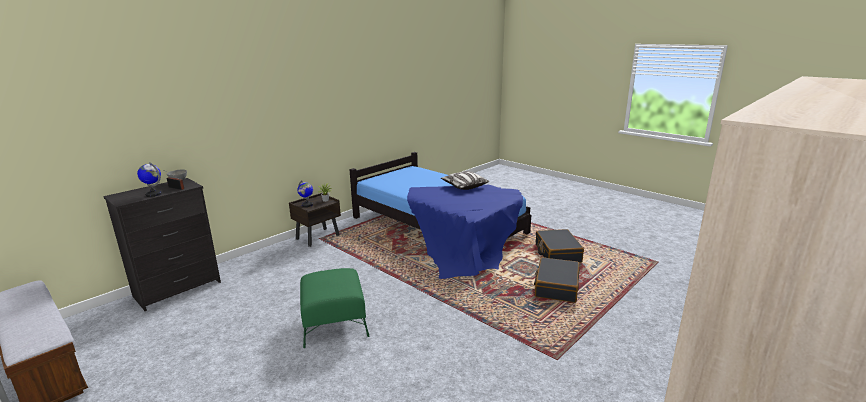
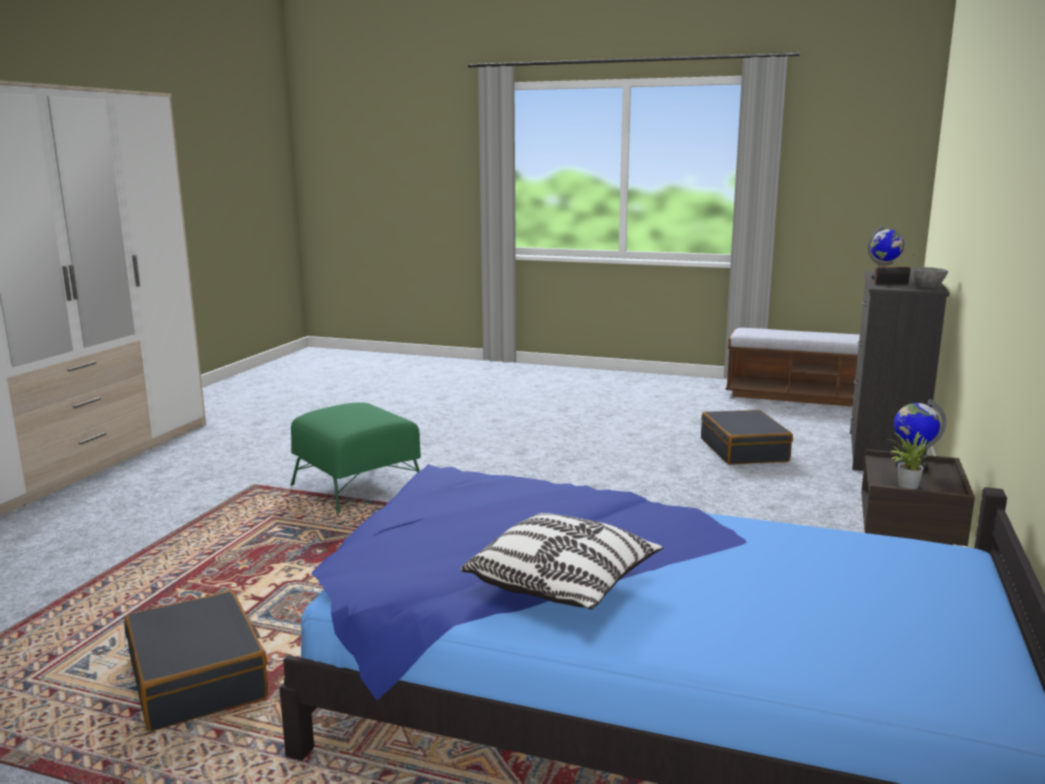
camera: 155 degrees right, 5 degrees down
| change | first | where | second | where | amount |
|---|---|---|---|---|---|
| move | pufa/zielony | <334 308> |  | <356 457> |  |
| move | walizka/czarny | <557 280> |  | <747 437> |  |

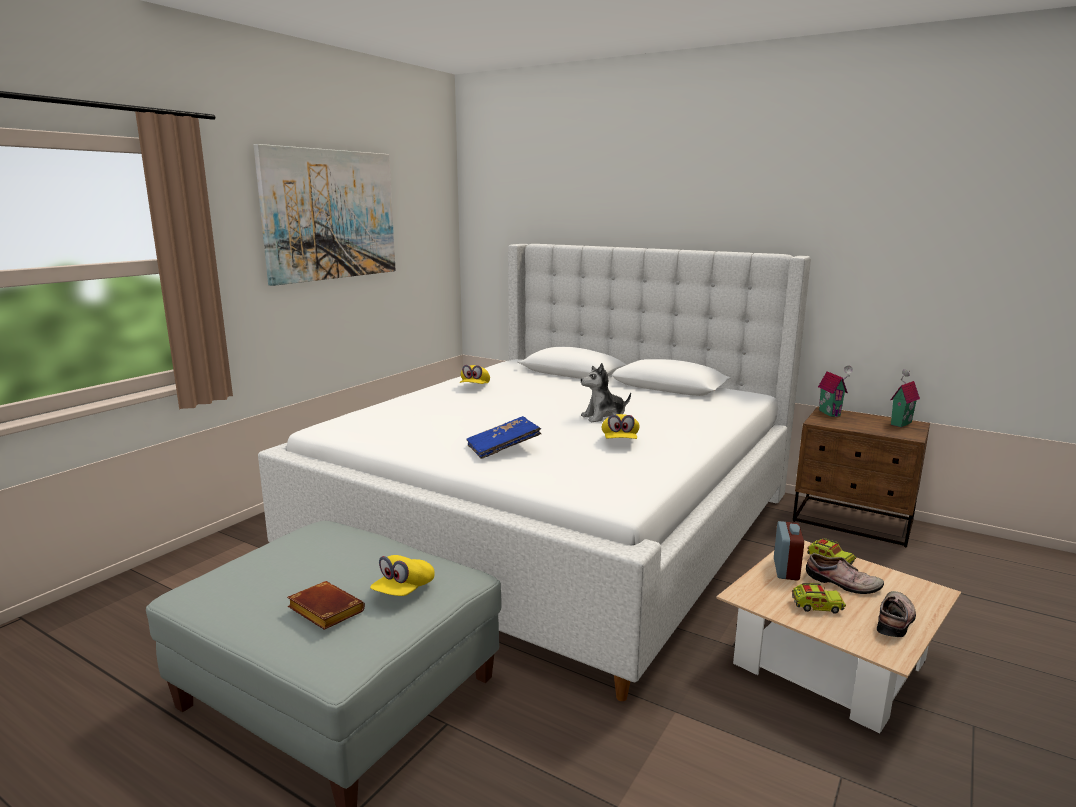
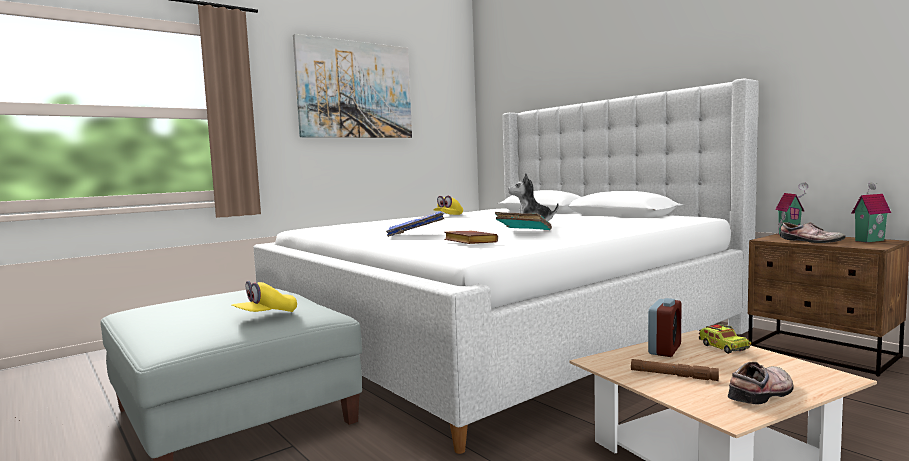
camera: 20 degrees right, 10 degrees down
| change | first | where | second | where | amount |
|---|---|---|---|---|---|
| move | książka/brązowy | <326 605> |  | <471 237> |  |
| replace | czapka z daszkiem/żółty | <620 426> | książka/turkusowy | <523 221> |  |
| replace | ciężarówka zabawkowa | <819 598> | latarka/brązowy | <675 370> |  |
| move | but | <845 573> |  | <813 232> |  |

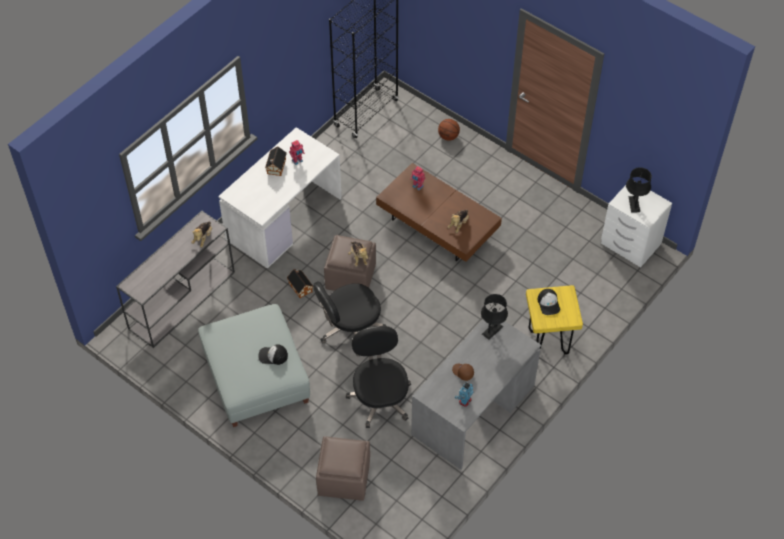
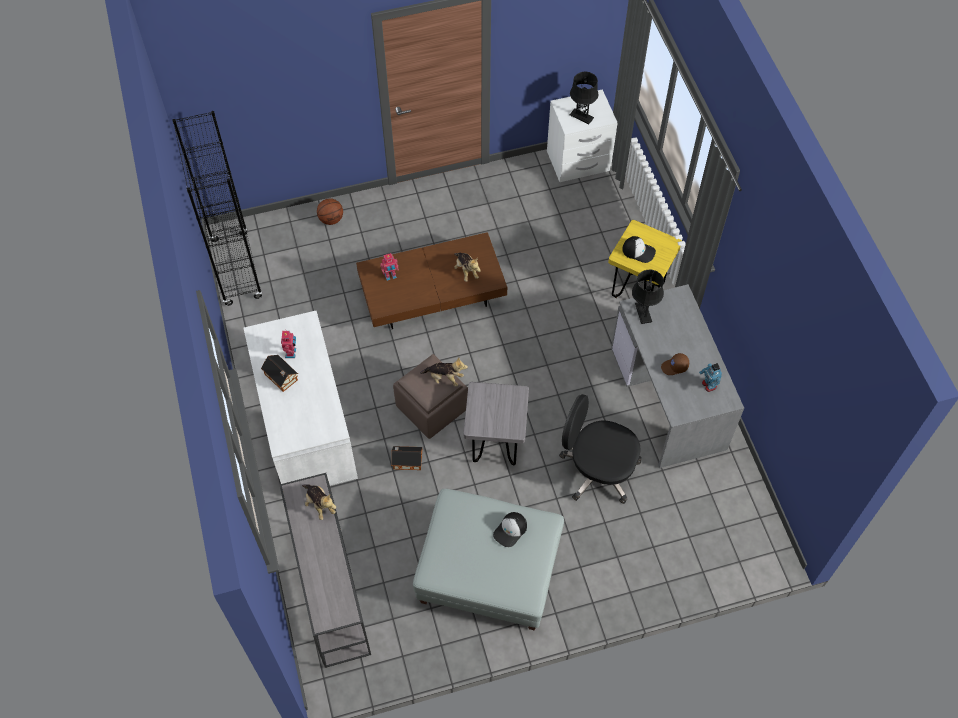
camera: 55 degrees left, 5 degrees up
| change | first | where | second | where | amount |
|---|---|---|---|---|---|
| replace | krzesło biurowe/czarny | <349 318> | stołek/szary | <496 423> |  |
| delete | pufa/brązowy | <343 468> |  |  |  |

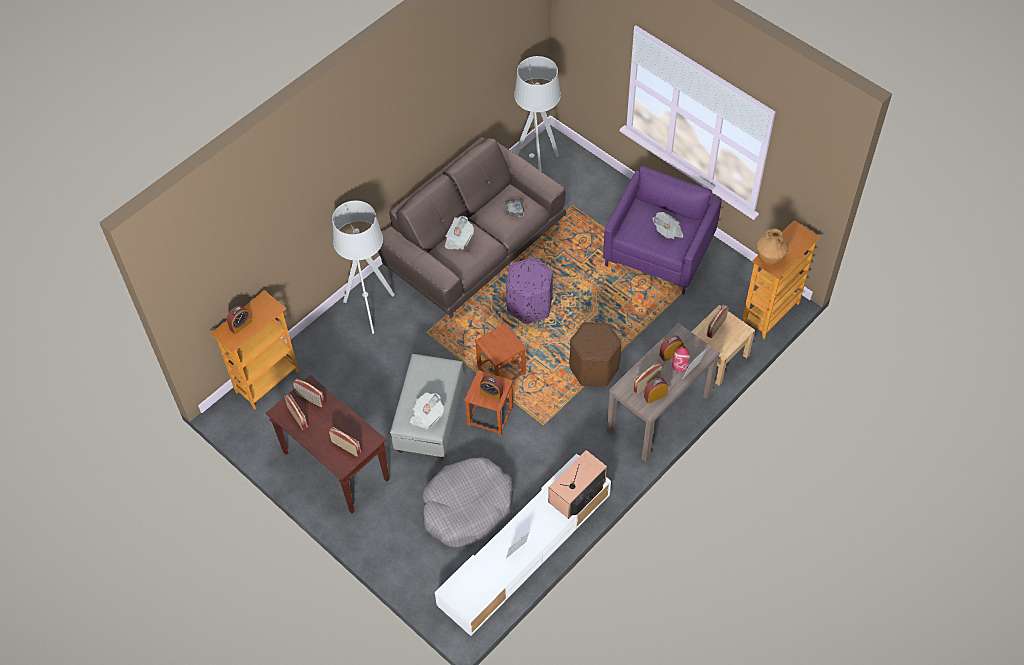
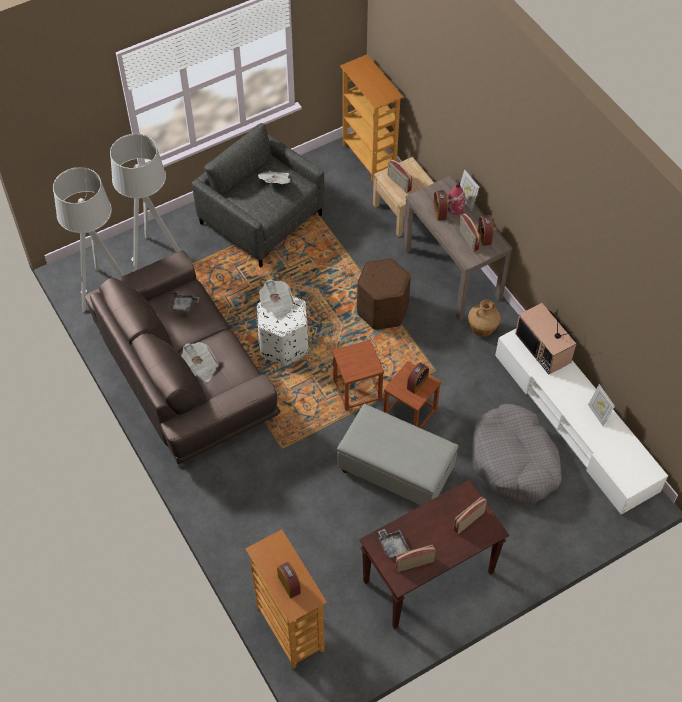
camera: 75 degrees left, 0 degrees up
| change | first | where | second | where | amount |
|---|---|---|---|---|---|
| replace | radio | <309 393> | taca/szary | <394 544> |  |
| move | lampa stojąca/szary | <363 267> |  | <145 203> |  |
| move | gazeta | <427 411> |  | <277 299> |  |
| recolor | pufa/fioletowy | <529 290> | pufa/biały | <282 331> |  |
| recolor | fotel/fioletowy | <662 230> | fotel/szary | <258 195> |  |
| move | wazon/brązowy | <773 247> |  | <484 318> |  |

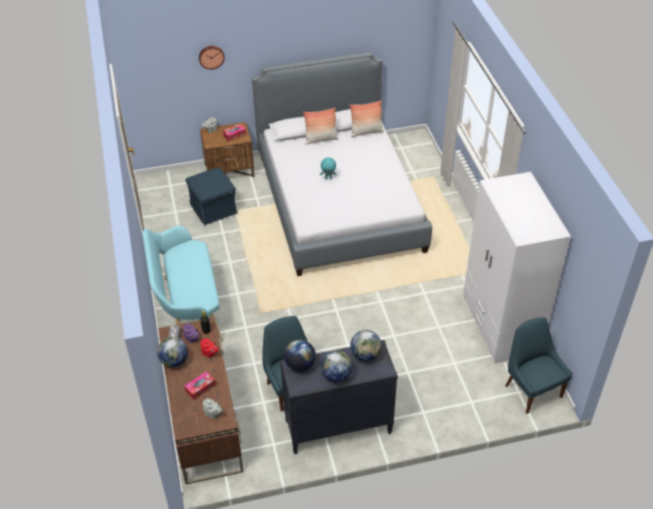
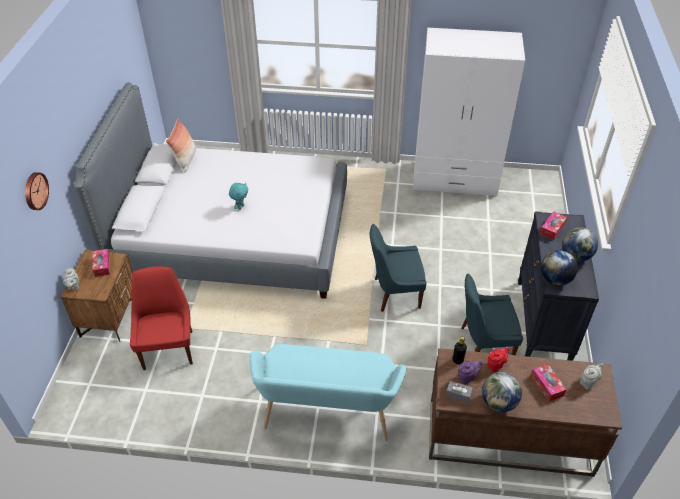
camera: 70 degrees left, 0 degrees up
| change | first | where | second | where | amount |
|---|---|---|---|---|---|
| replace | pufa/niebieski | <211 196> | krzesło/czerwony | <161 318> |  |
| delete | poduszka | <321 126> |  |  |  |
| replace | globus | <365 345> | pudełko chusteczek | <553 225> |  |
| move | krzesło/niebieski | <539 365> |  | <398 268> |  |

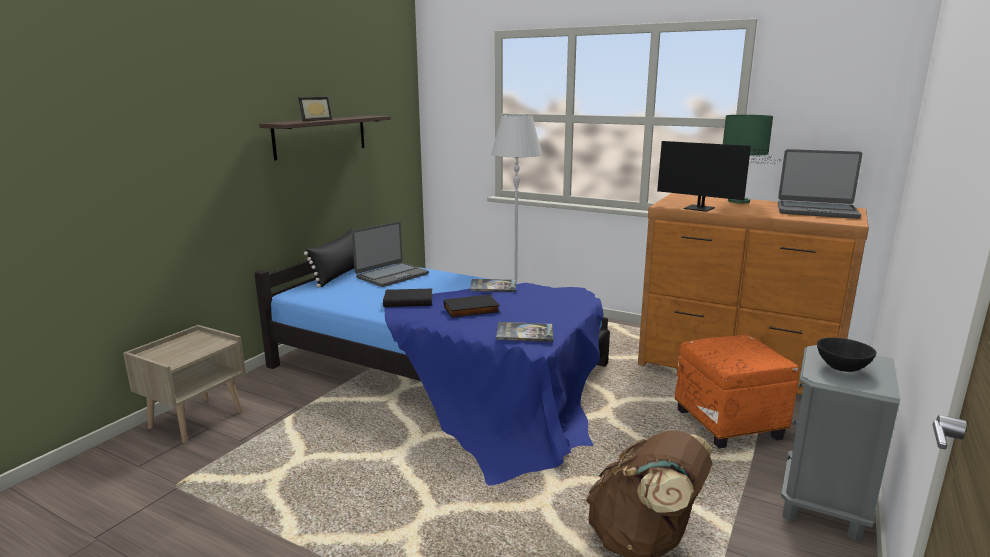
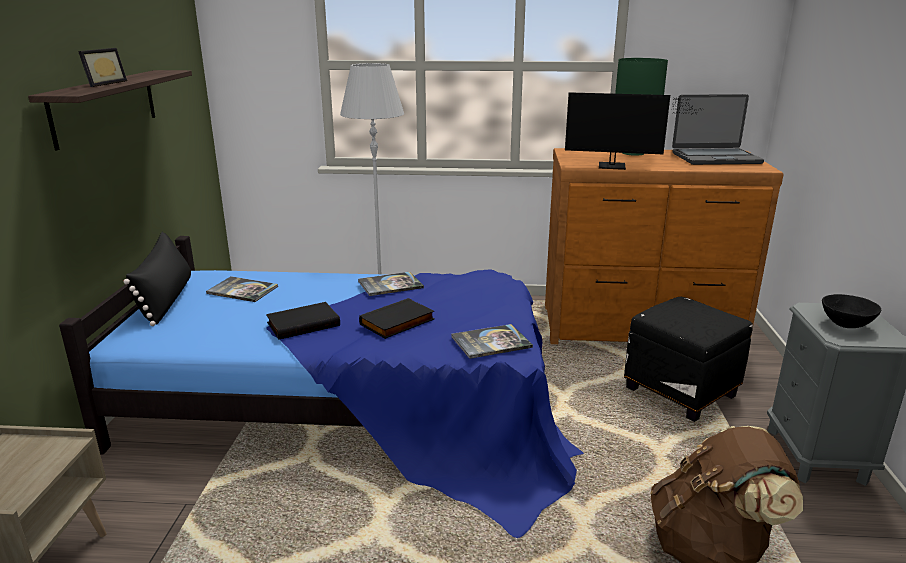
camera: 25 degrees left, 5 degrees up
| change | first | where | second | where | amount |
|---|---|---|---|---|---|
| replace | laptop | <390 254> | książka | <242 289> |  |
| recolor | pufa/pomarańczowy | <737 392> | pufa/czarny | <688 359> |  |

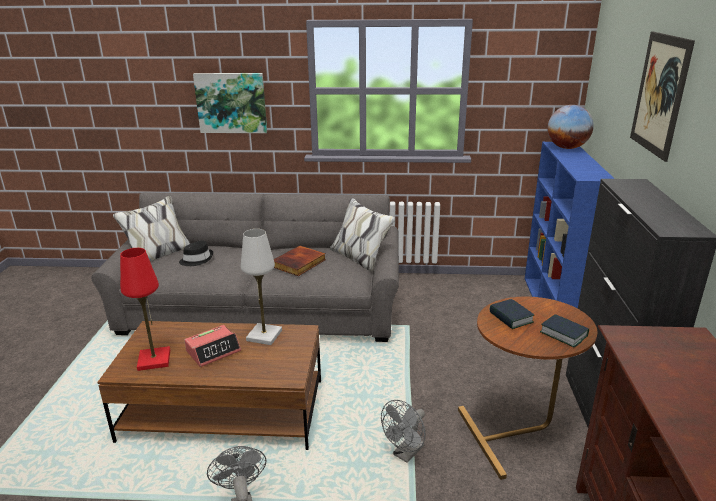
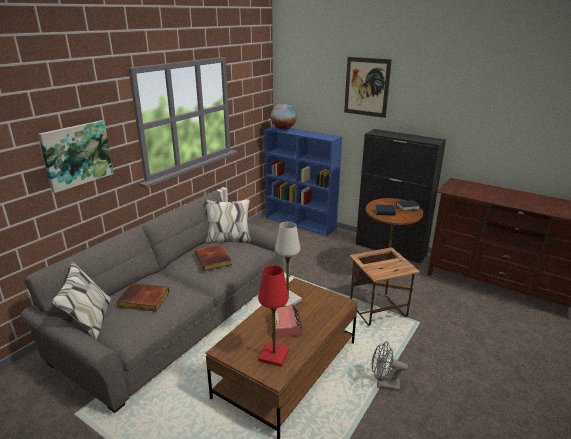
camera: 60 degrees left, 0 degrees up
| change | first | where | second | where | amount |
|---|---|---|---|---|---|
| replace | kapelusz/czarny | <196 253> | książka | <142 297> |  |
| replace | wentylator/szary | <403 431> | stolik | <385 286> |  |

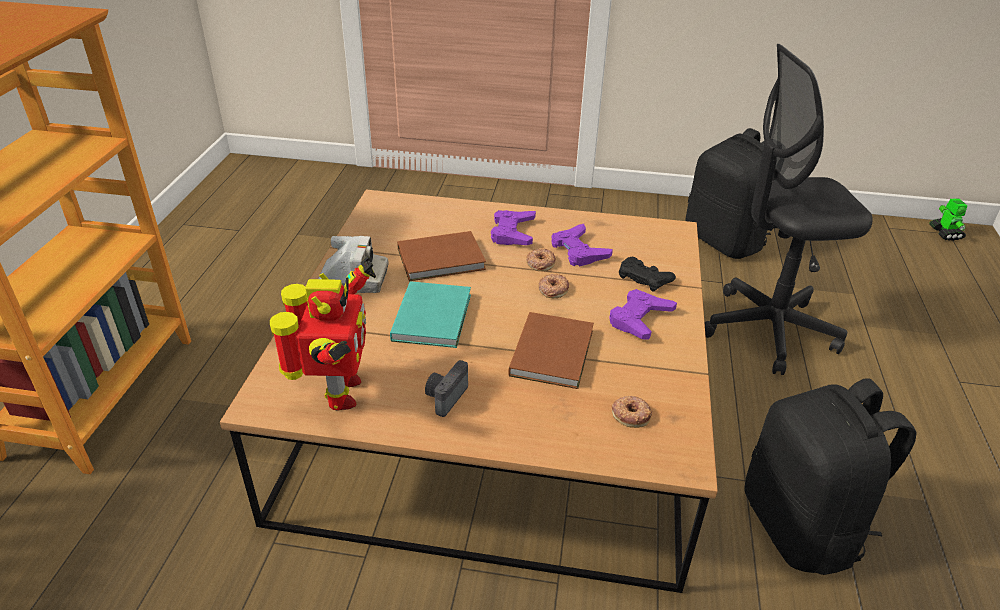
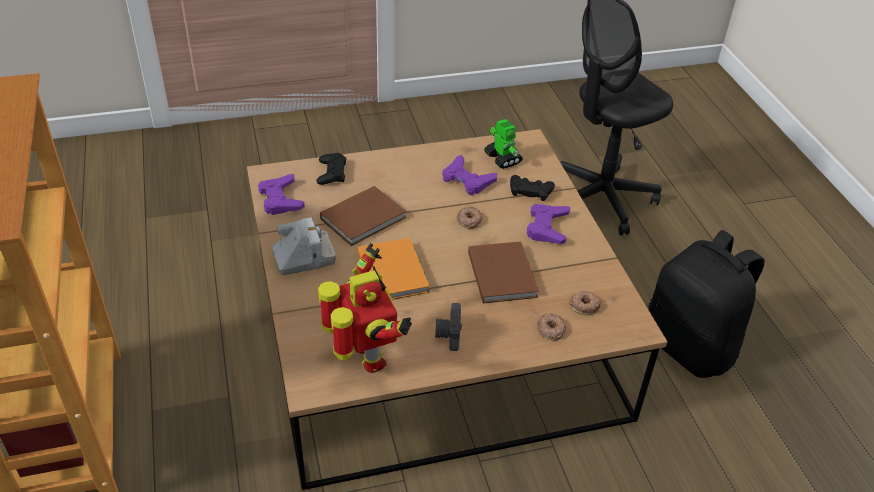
camera: 25 degrees left, 5 degrees up
| change | first | where | second | where | amount |
|---|---|---|---|---|---|
| recolor | książka/turkusowy | <430 314> | książka/pomarańczowy | <393 269> |  |
| move | pad do gier/fioletowy | <513 227> |  | <281 194> |  |
| move | donut | <541 259> |  | <551 327> |  |
| delete | plecak/czarny | <730 193> |  |  |  |
| move | robot zabawkowy | <948 219> |  | <503 144> |  |
| insert |  |  | pad do gier/czarny | <331 169> |  |

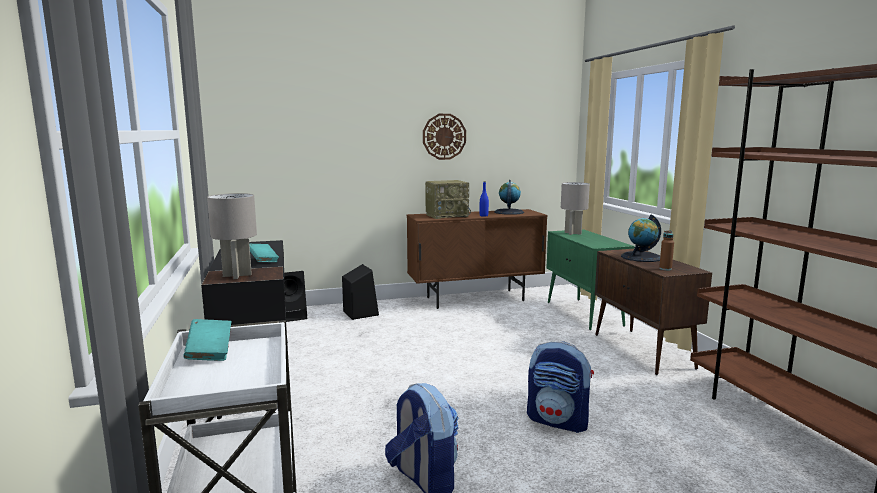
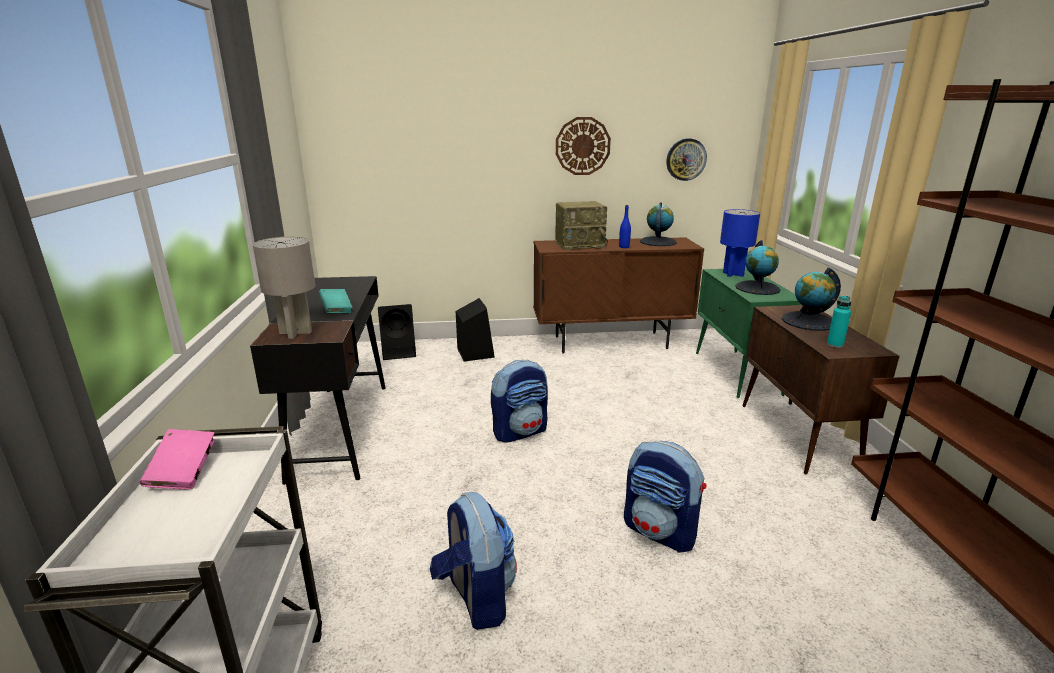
camera: 10 degrees right, 10 degrees up
| change | first | where | second | where | amount |
|---|---|---|---|---|---|
| recolor | książka/turkusowy | <207 340> | książka/różowy | <177 459> |  |
| recolor | lampa stołowa/szary | <575 208> | lampa stołowa/niebieski | <740 243> |  |
| recolor | butelka/brązowy | <666 250> | butelka/turkusowy | <839 322> |  |
| insert |  |  | plecak | <519 401> |  |
| insert |  |  | zegar ścienny | <686 159> |  |
| insert |  |  | globus | <758 267> |  |

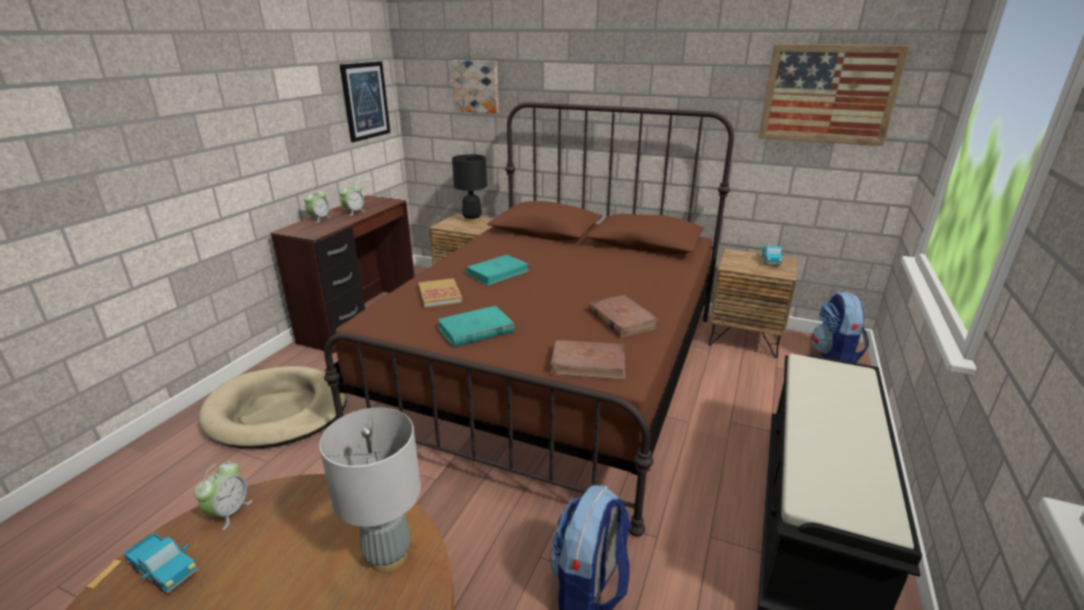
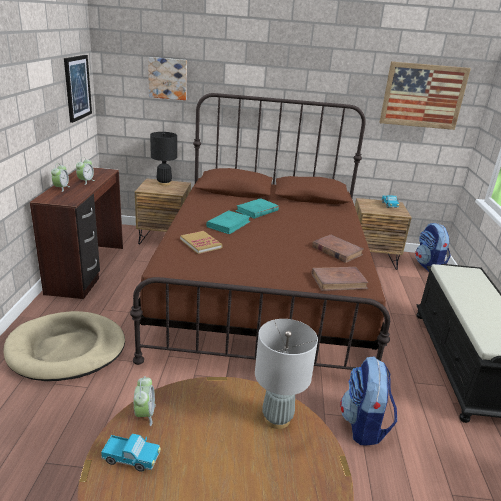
camera: 20 degrees left, 0 degrees up
| change | first | where | second | where | amount |
|---|---|---|---|---|---|
| move | książka/turkusowy | <476 326> |  | <257 208> |  |

